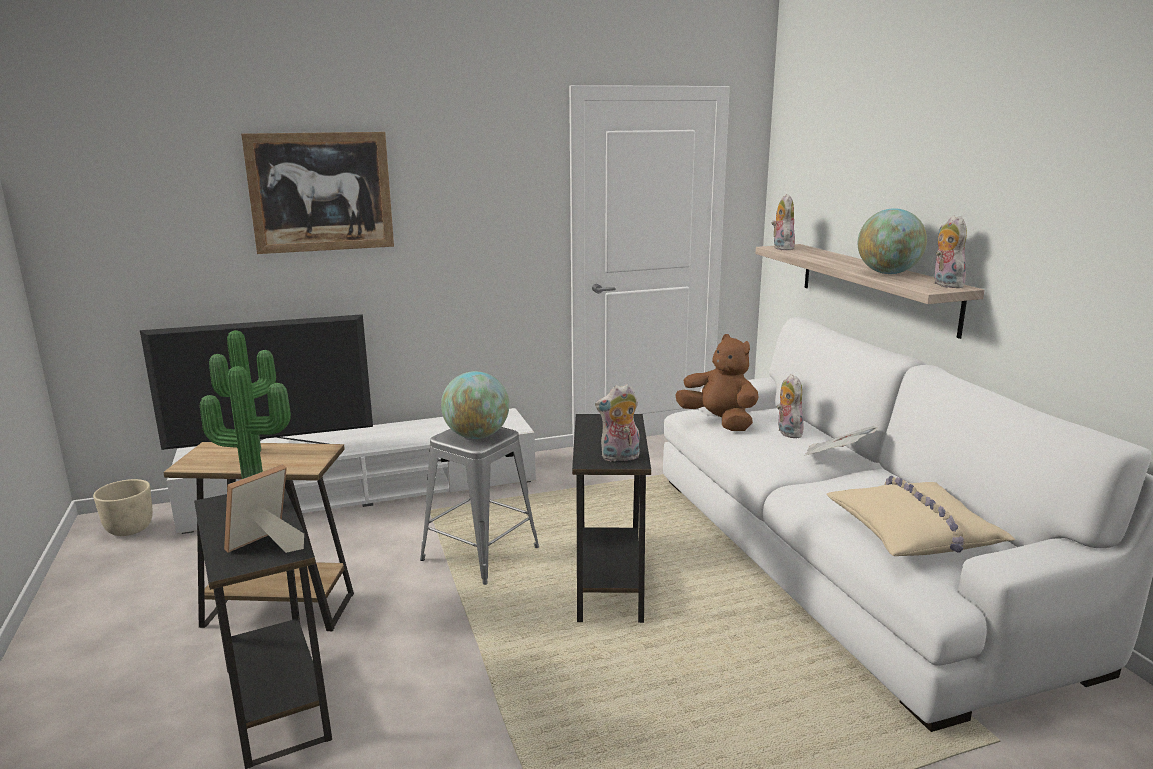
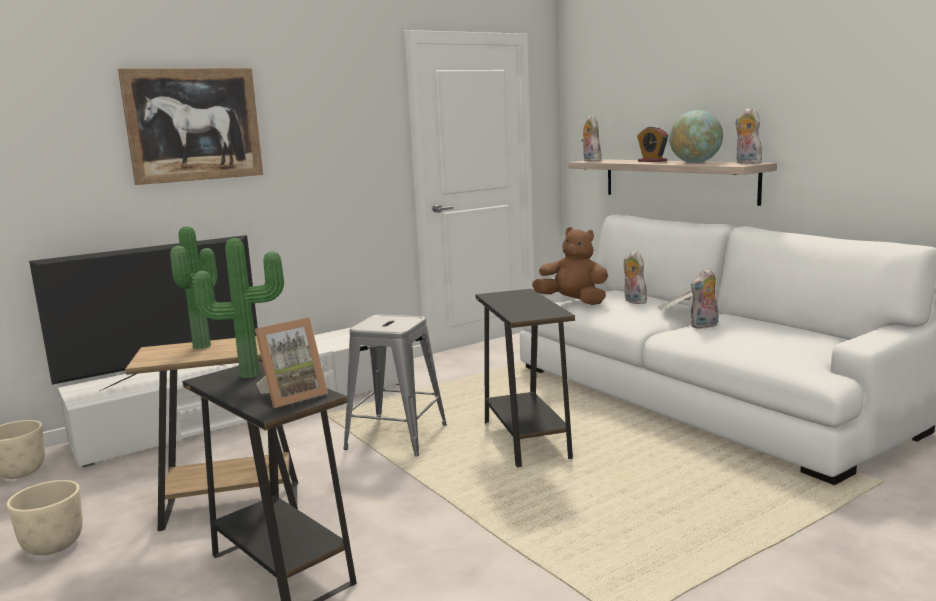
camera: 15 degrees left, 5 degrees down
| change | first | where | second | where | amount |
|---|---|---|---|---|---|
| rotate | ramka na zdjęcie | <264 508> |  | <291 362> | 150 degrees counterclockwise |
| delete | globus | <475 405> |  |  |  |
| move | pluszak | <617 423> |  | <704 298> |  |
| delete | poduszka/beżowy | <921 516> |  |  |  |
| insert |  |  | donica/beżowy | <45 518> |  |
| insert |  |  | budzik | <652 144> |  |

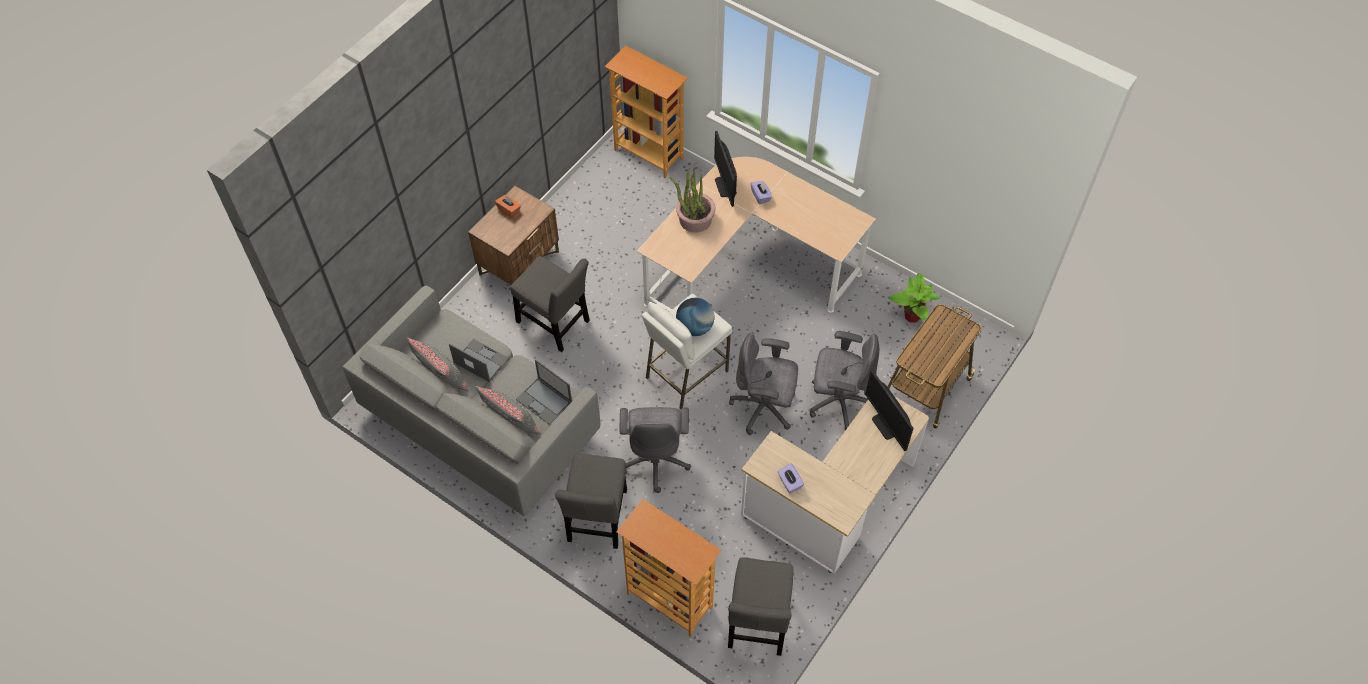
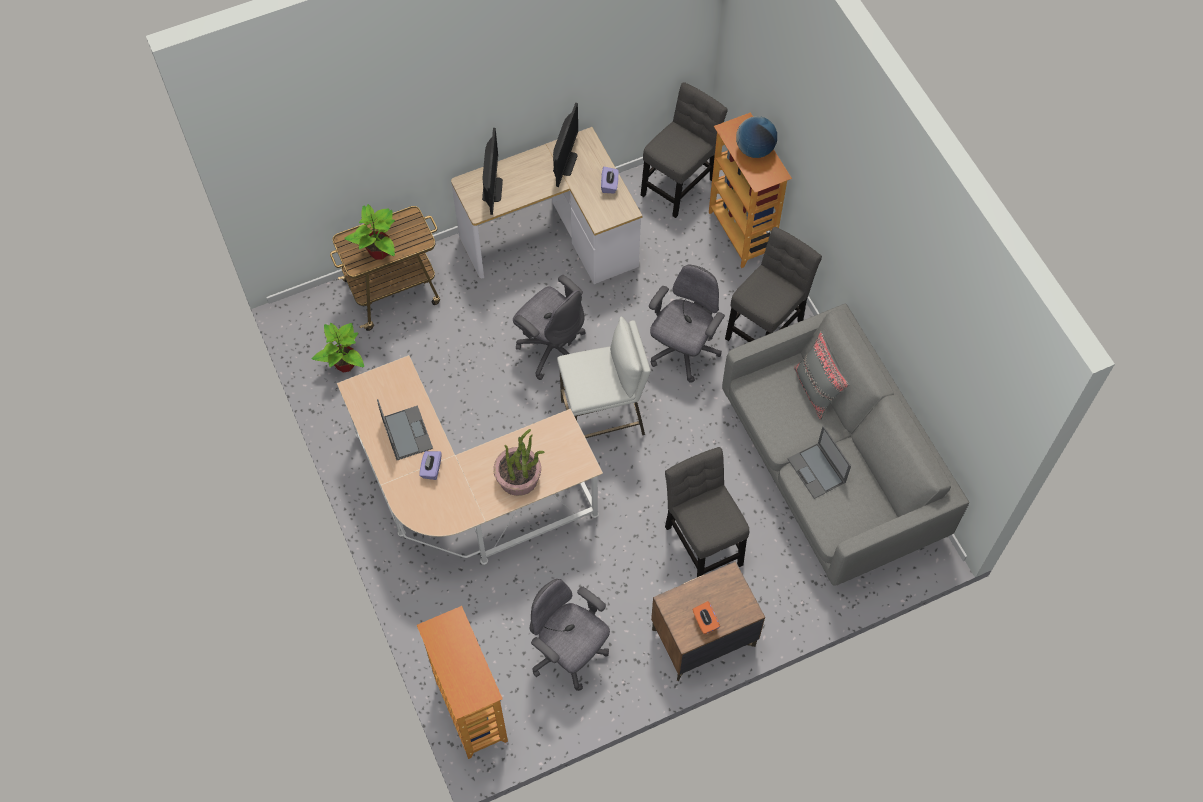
camera: 150 degrees left, 5 degrees up
| change | first | where | second | where | amount |
|---|---|---|---|---|---|
| delete | poduszka/szary | <437 364> |  |  |  |
| move | laptop | <544 392> |  | <405 429> |  |
| move | globus | <695 317> |  | <756 137> |  |
| move | monitor | <725 169> |  | <565 145> |  |
| move | krzesło biurowe/szary | <844 380> |  | <570 635> |  |
| insert |  |  | roślina doniczkowa | <369 232> |  |

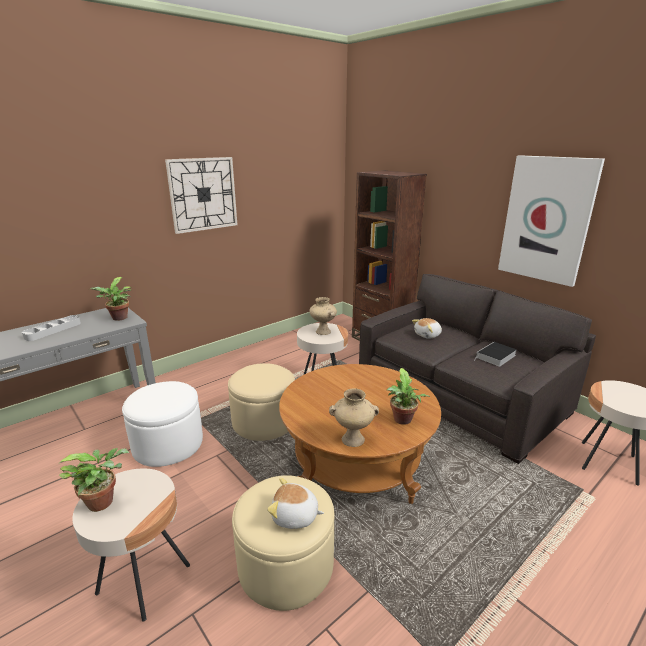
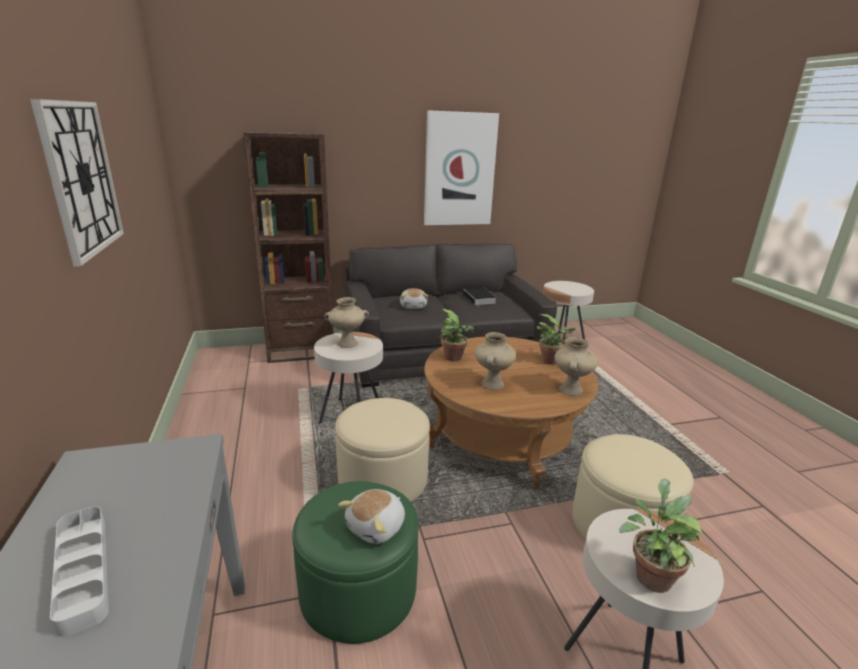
camera: 65 degrees left, 0 degrees up
| change | first | where | second | where | amount |
|---|---|---|---|---|---|
| move | roślina doniczkowa | <111 299> |  | <457 335> |  |
| recolor | pufa/biały | <162 424> | pufa/zielony | <355 562> |  |
| move | pluszak | <295 503> |  | <371 516> |  |
| insert |  |  | wazon/beżowy | <495 361> |  |

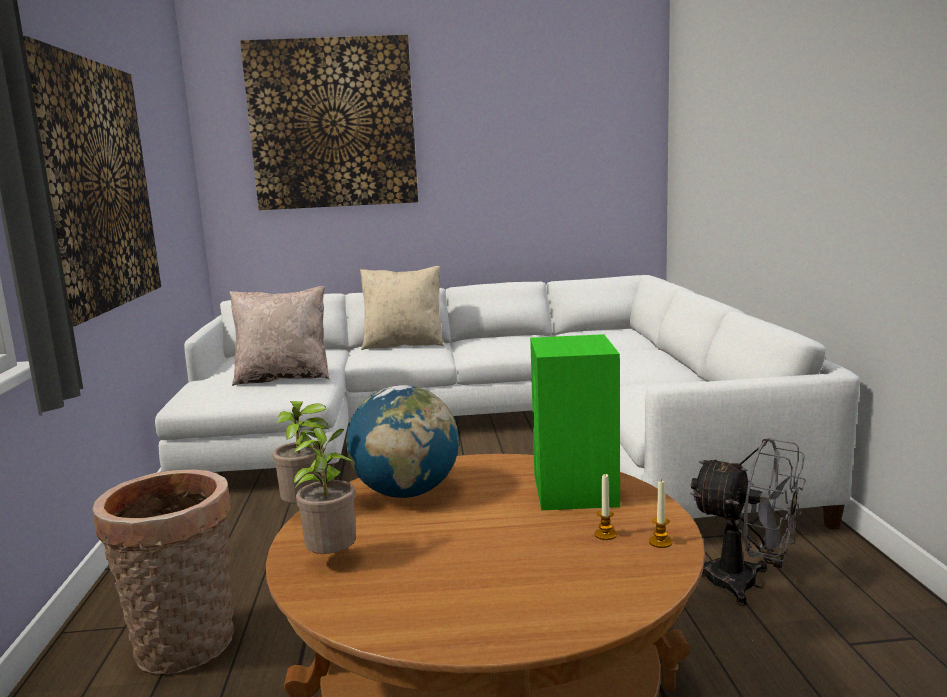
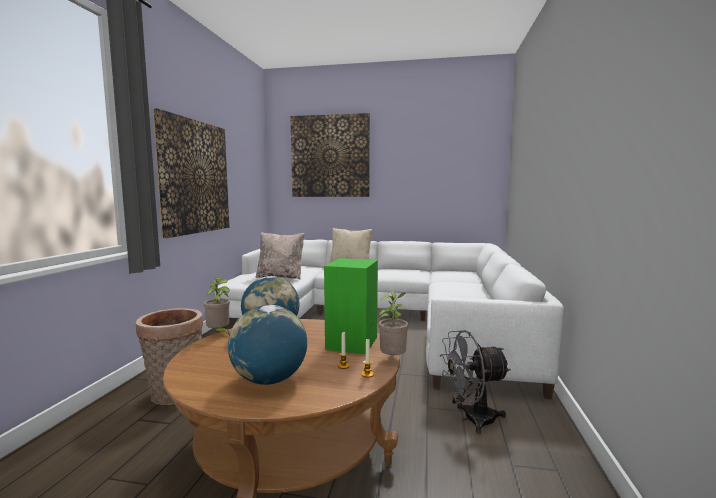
camera: 15 degrees right, 5 degrees down
| change | first | where | second | where | amount |
|---|---|---|---|---|---|
| move | roślina doniczkowa | <324 490> |  | <394 323> |  |
| rotate | wentylator/szary | <747 522> |  | <475 382> | 120 degrees clockwise |
| insert |  |  | globus | <267 345> |  |

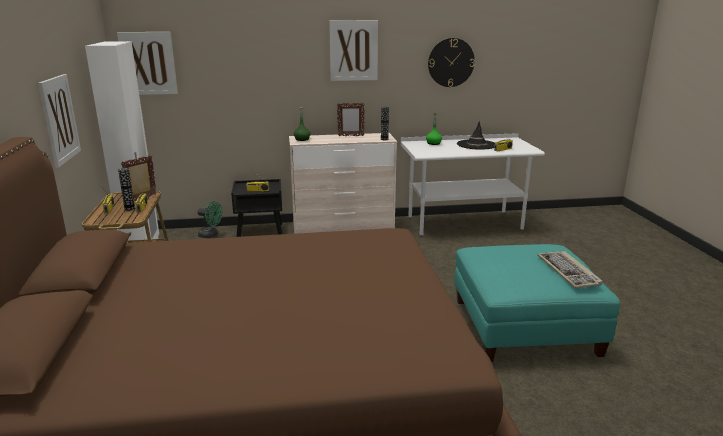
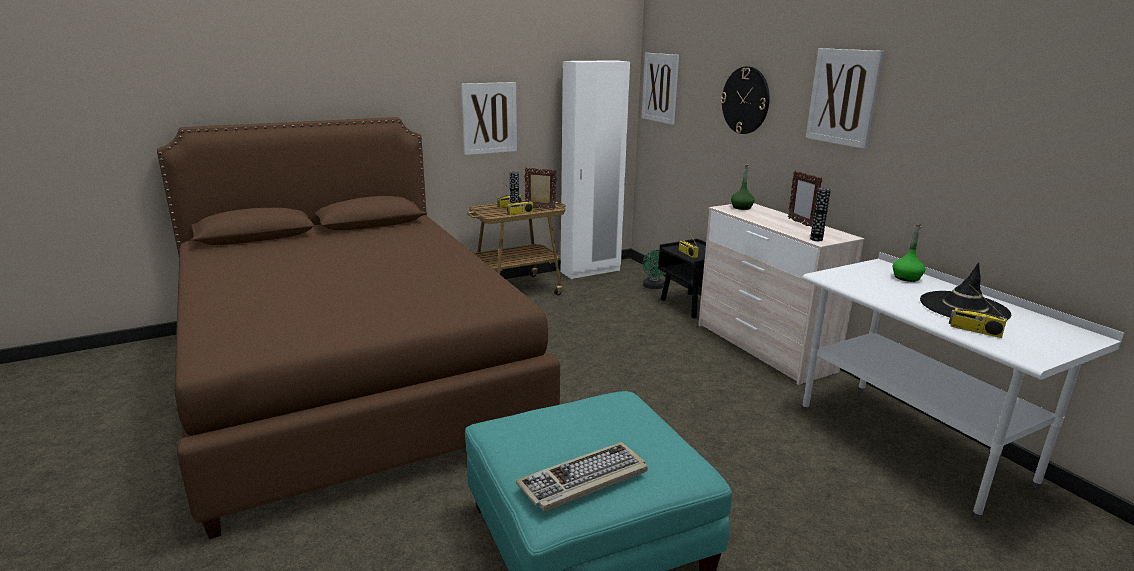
camera: 70 degrees right, 0 degrees up
| change | first | where | second | where | amount |
|---|---|---|---|---|---|
| move | zegar ścienny | <451 62> |  | <745 100> |  |

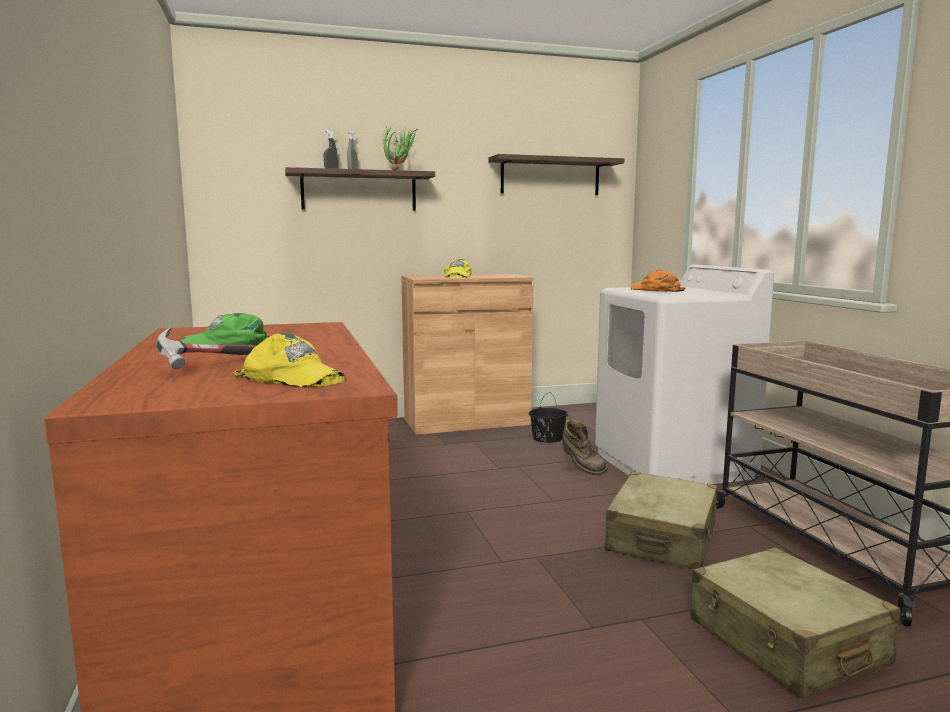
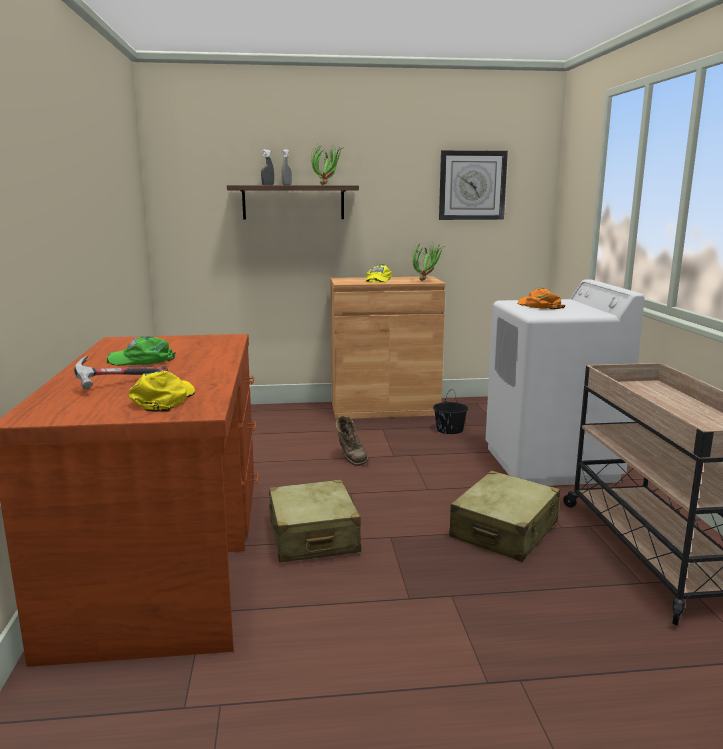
camera: 10 degrees right, 5 degrees up
| change | first | where | second | where | amount |
|---|---|---|---|---|---|
| rotate | czapka z daszkiem/żółty | <289 360> |  | <161 391> | 120 degrees counterclockwise |
| replace | półka | <556 174> | zegar ścienny | <473 185> |  |
| move | but z cholewką/brązowy | <585 447> |  | <352 440> |  |
| move | walizka/beżowy | <795 623> |  | <314 520> |  |
| insert |  |  | roślina doniczkowa | <427 261> |  |

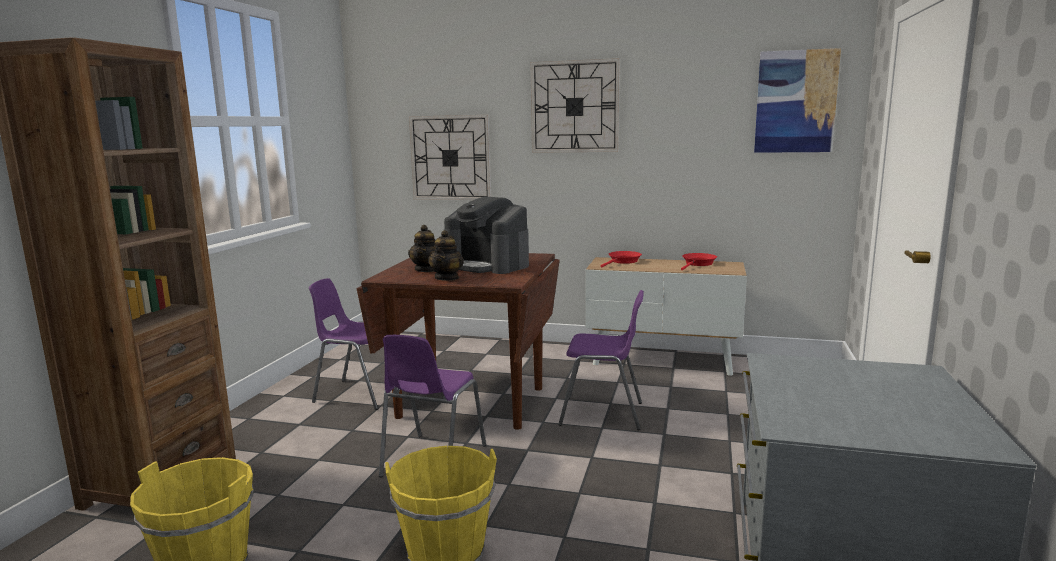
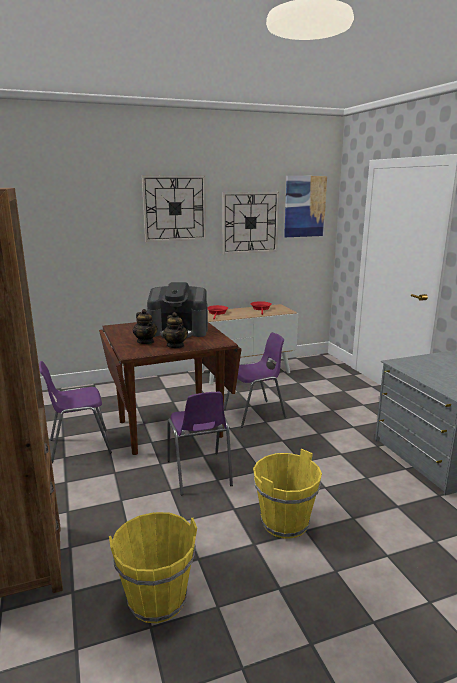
camera: 35 degrees left, 5 degrees up
| change | first | where | second | where | amount |
|---|---|---|---|---|---|
| move | zegar ścienny | <450 157> |  | <250 223> |  |

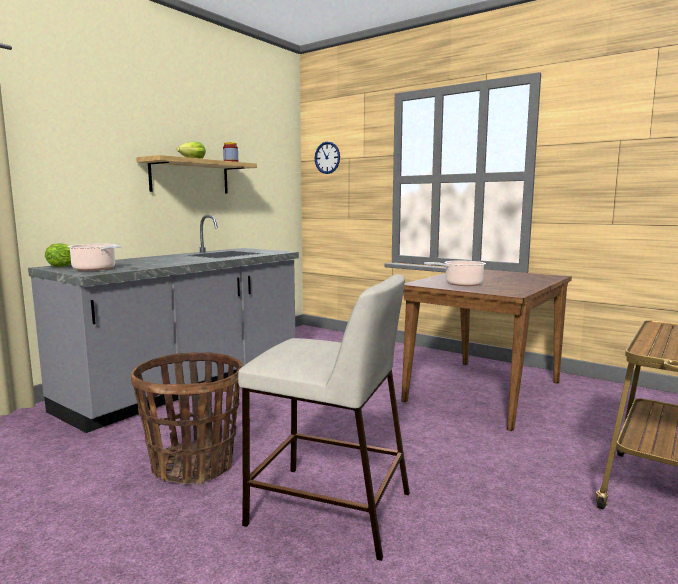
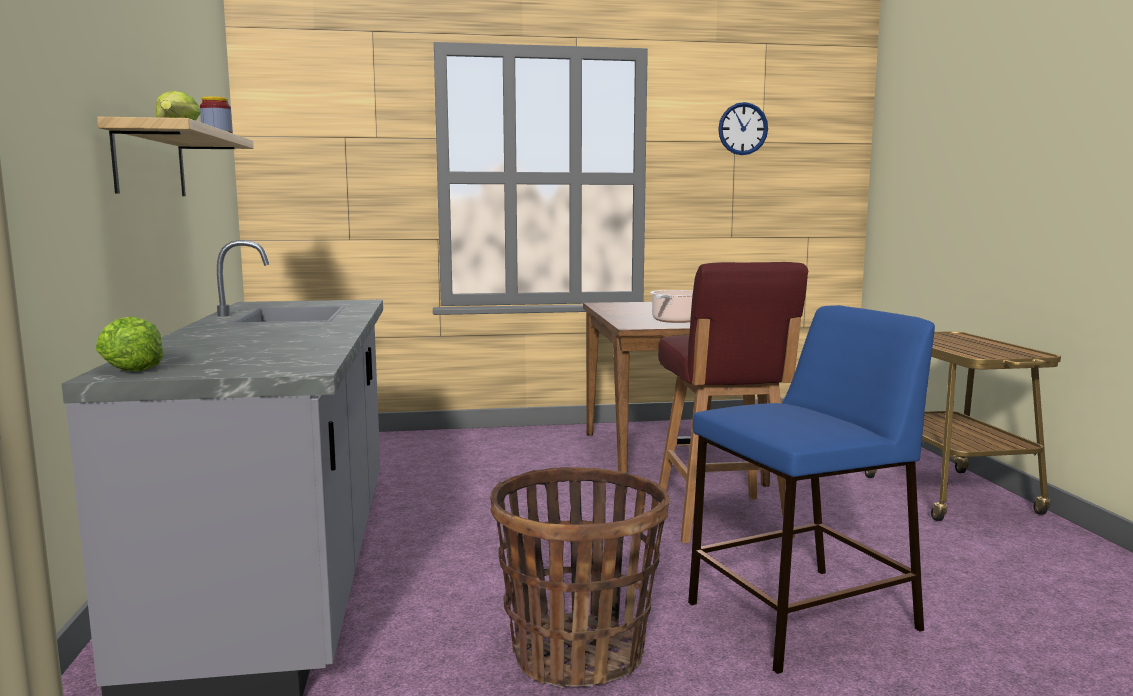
camera: 45 degrees left, 0 degrees up
| change | first | where | second | where | amount |
|---|---|---|---|---|---|
| delete | garnek | <94 257> |  |  |  |
| recolor | stołek/beżowy | <324 417> | stołek/niebieski | <811 489> |  |
| move | zegar ścienny | <327 158> |  | <743 128> |  |
| insert |  |  | stołek/czerwony | <733 402> |  |

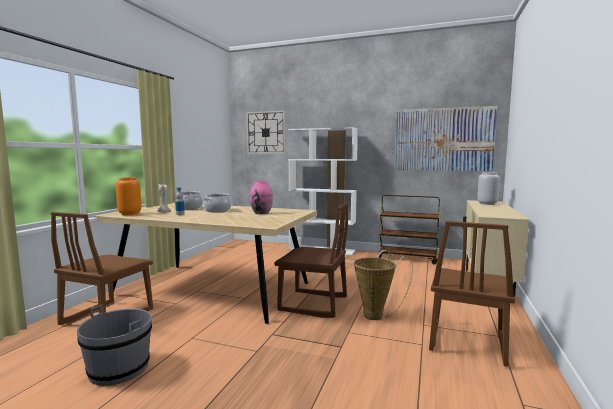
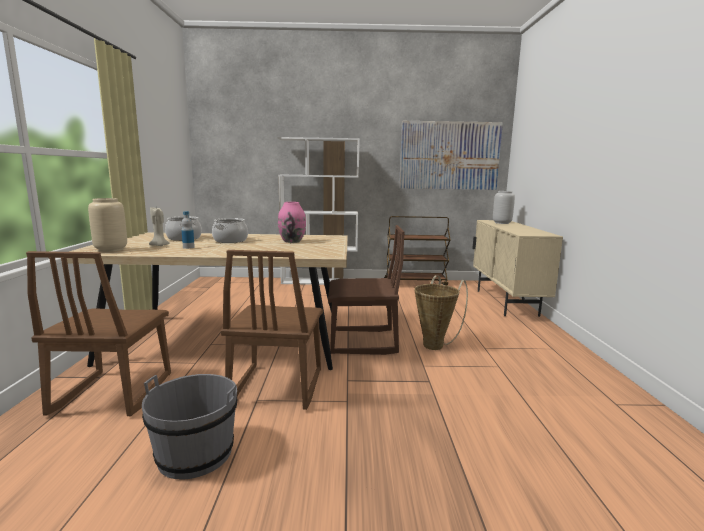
camera: 20 degrees left, 5 degrees up
| change | first | where | second | where | amount |
|---|---|---|---|---|---|
| recolor | wazon/pomarańczowy | <128 196> | wazon/beżowy | <107 225> |  |
| delete | zegar ścienny | <265 132> |  |  |  |
| move | krzesło/brązowy | <472 294> |  | <272 330> |  |

